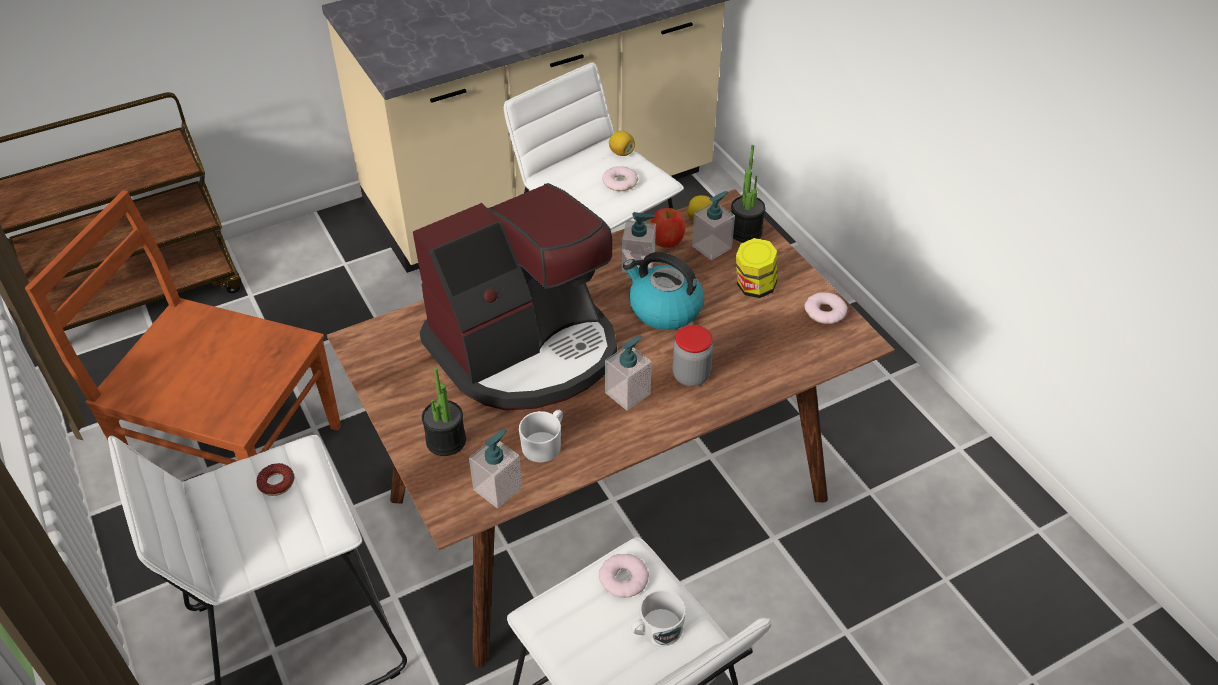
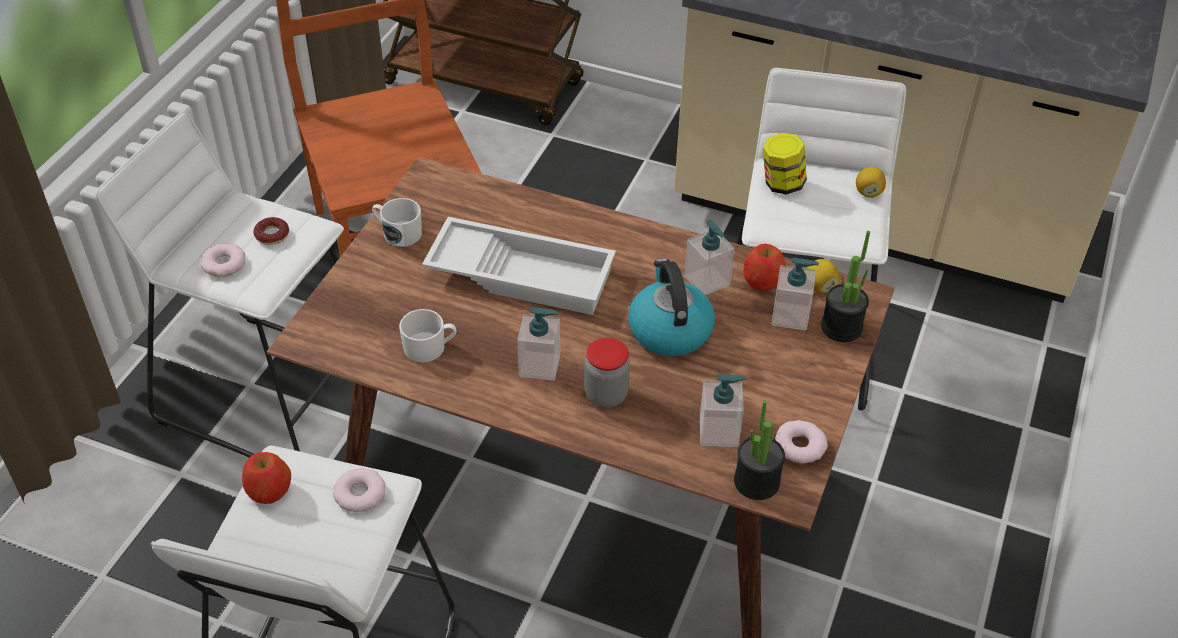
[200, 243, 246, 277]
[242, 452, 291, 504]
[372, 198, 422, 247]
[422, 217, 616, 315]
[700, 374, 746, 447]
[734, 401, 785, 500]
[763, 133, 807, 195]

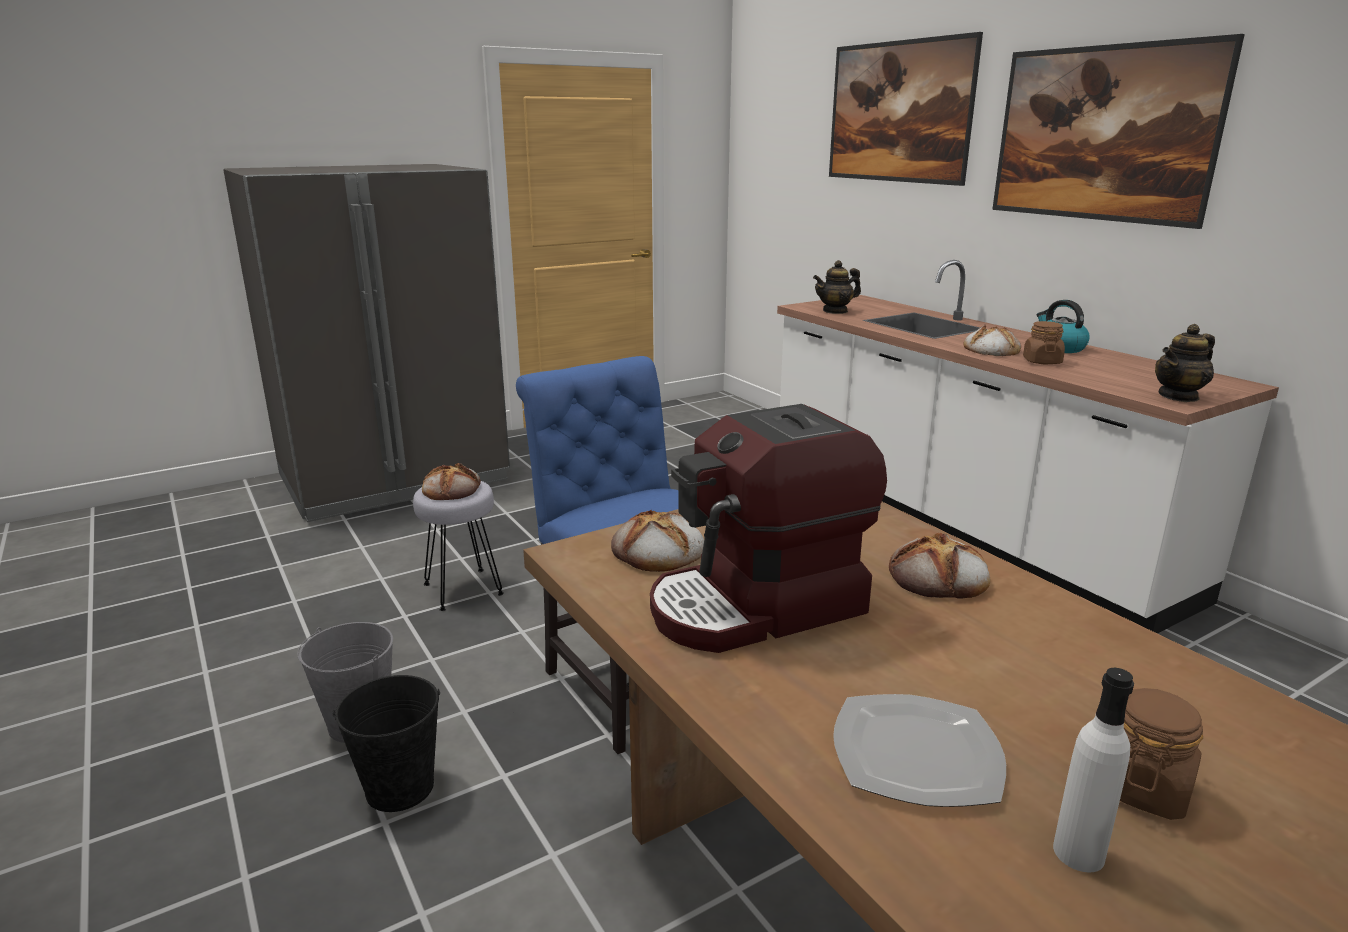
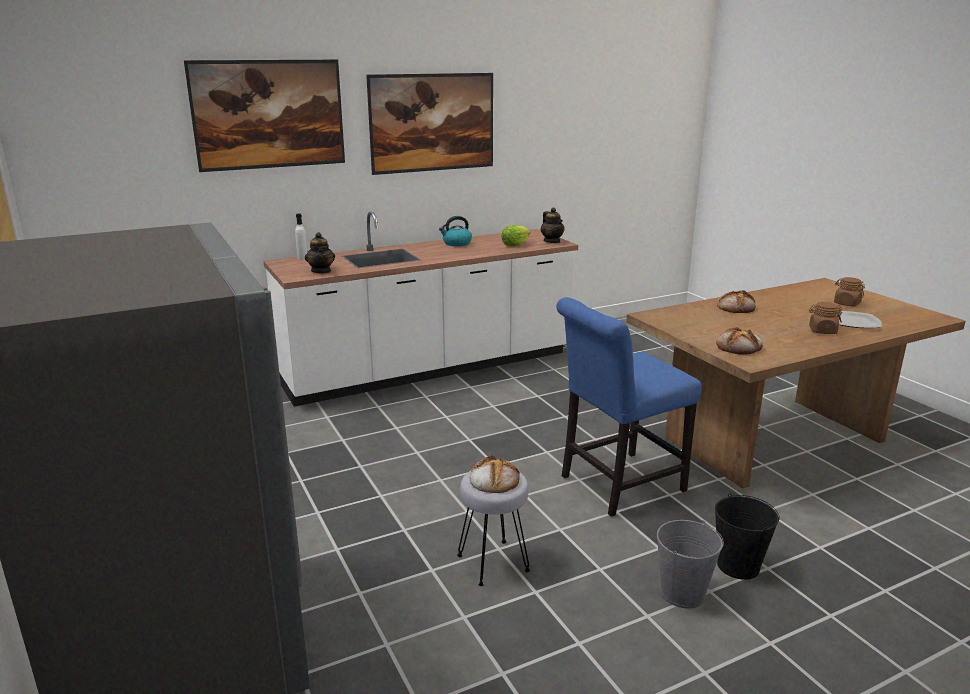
[295, 214, 307, 260]
[501, 225, 530, 247]
[809, 302, 842, 334]
[650, 404, 887, 653] (first image)
[964, 324, 1021, 356] (first image)

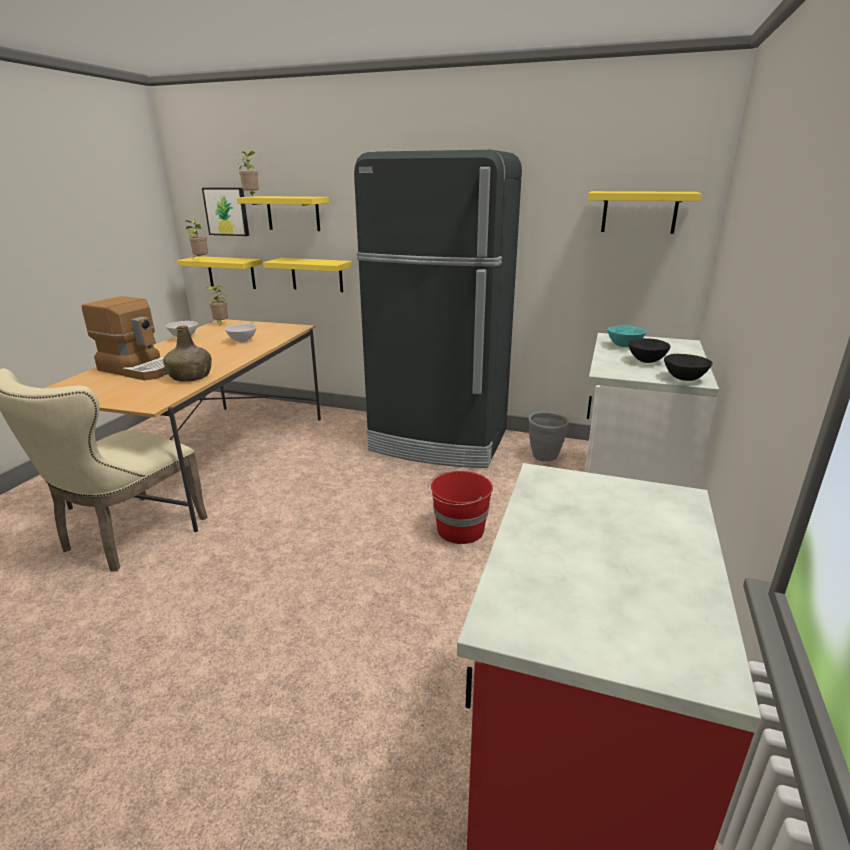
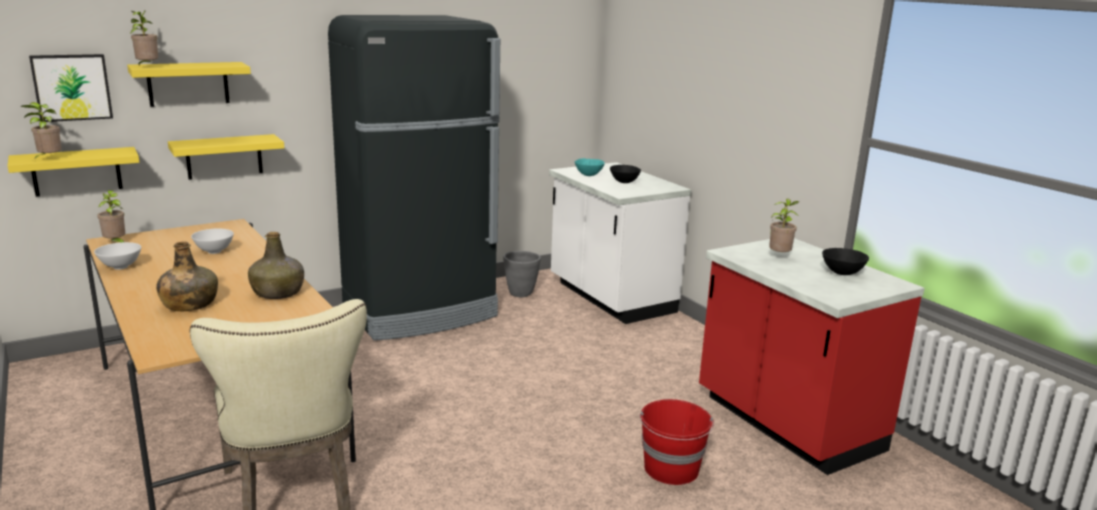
[156, 241, 218, 311]
[640, 399, 714, 485]
[769, 199, 799, 252]
[822, 248, 869, 275]
[588, 191, 701, 234] (first image)

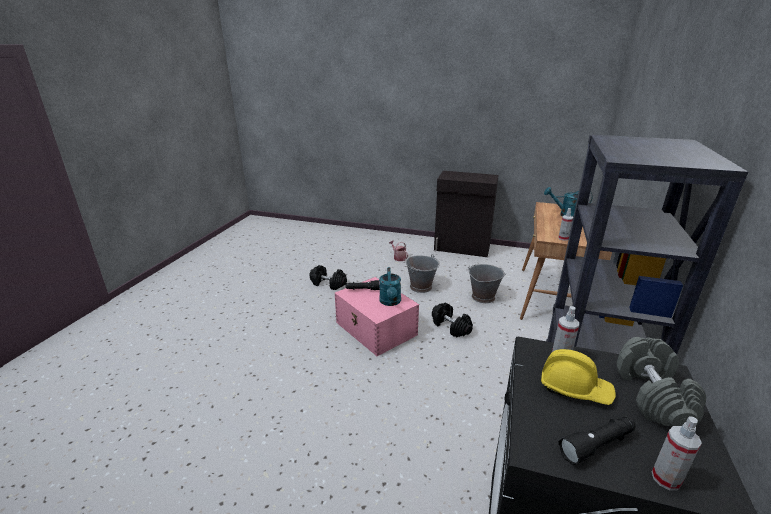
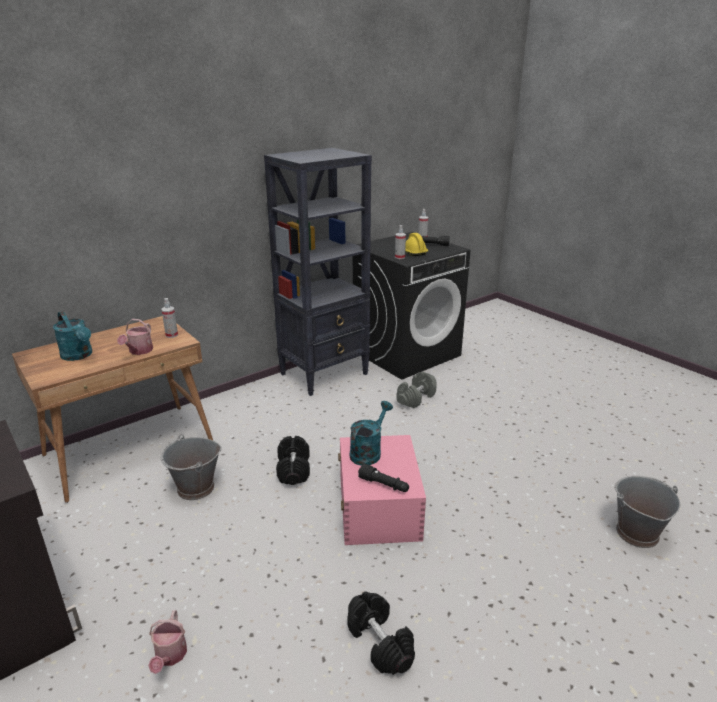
[117, 319, 153, 355]
[396, 372, 436, 408]
[614, 476, 680, 548]

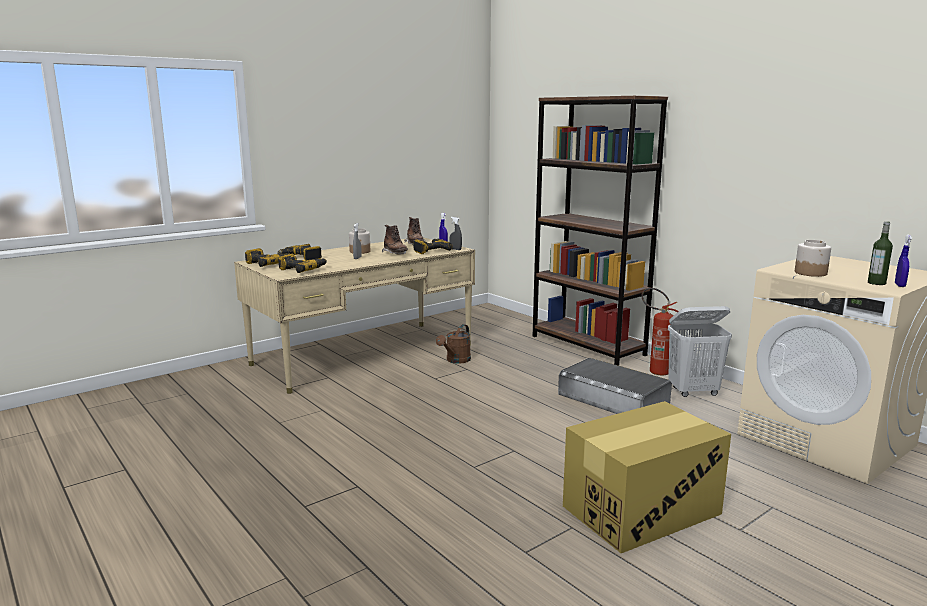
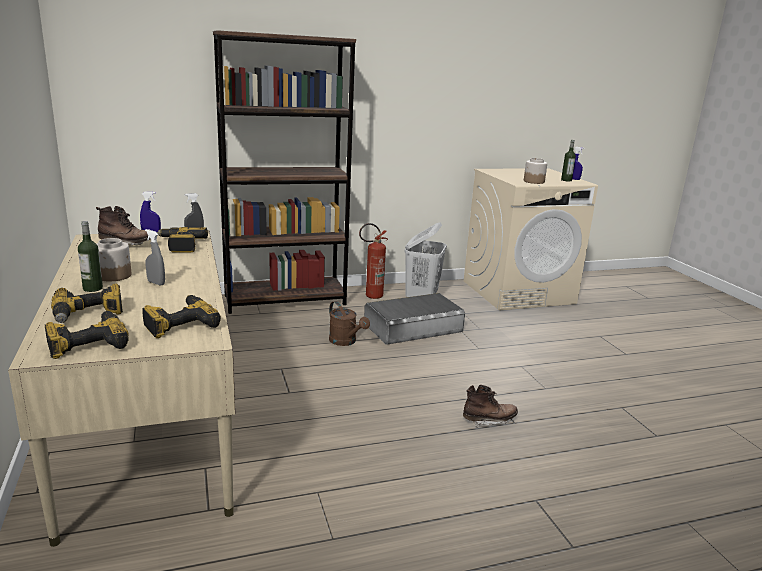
[78, 221, 103, 292]
[329, 301, 370, 346]
[463, 385, 518, 428]
[563, 401, 731, 553] (first image)

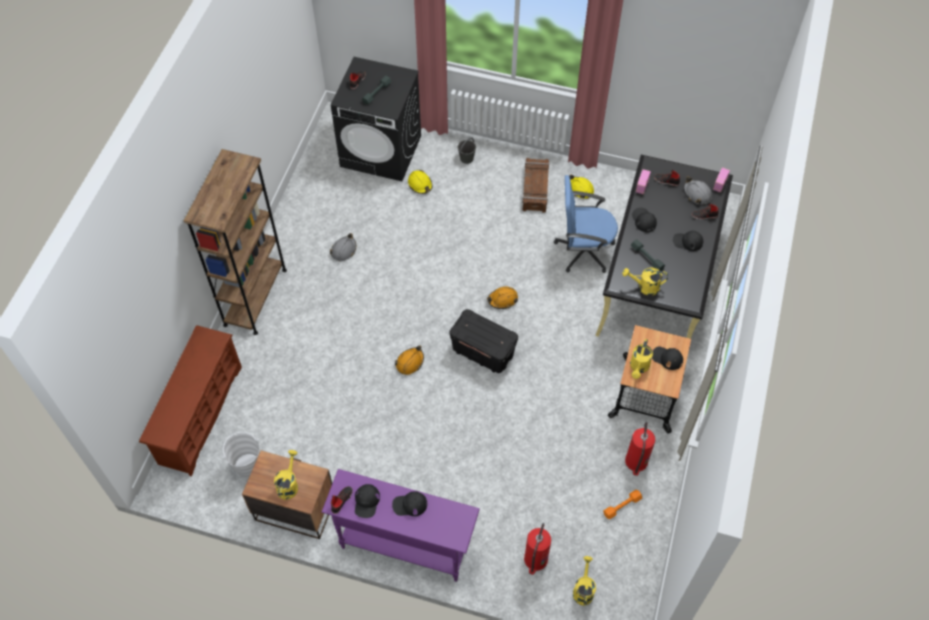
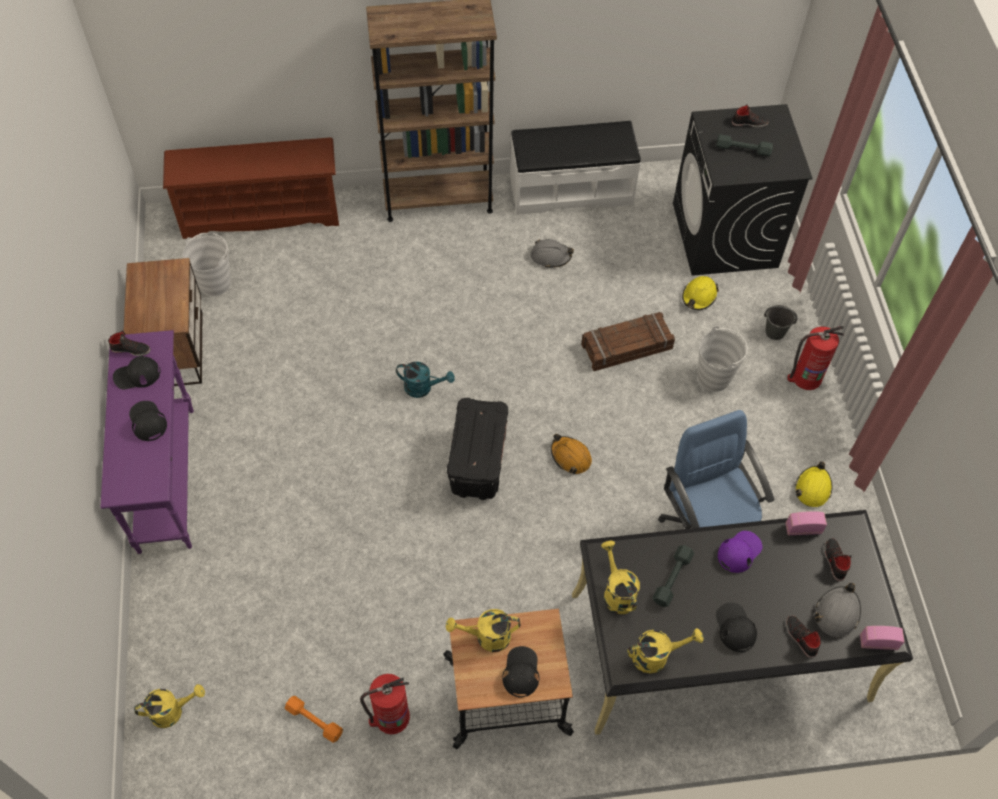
[396, 361, 455, 398]
[510, 121, 641, 215]
[581, 312, 675, 371]
[627, 628, 703, 674]
[698, 326, 748, 392]
[718, 531, 762, 573]
[787, 326, 844, 390]

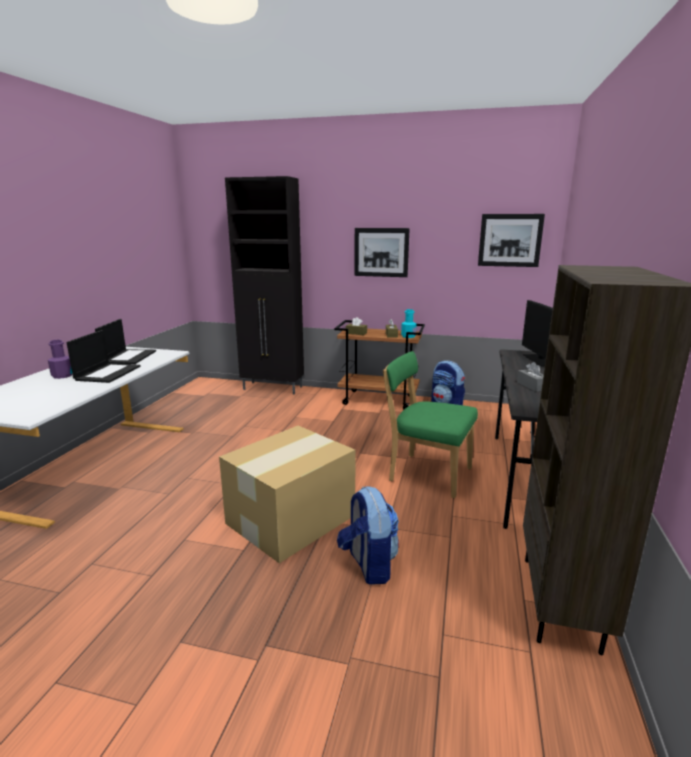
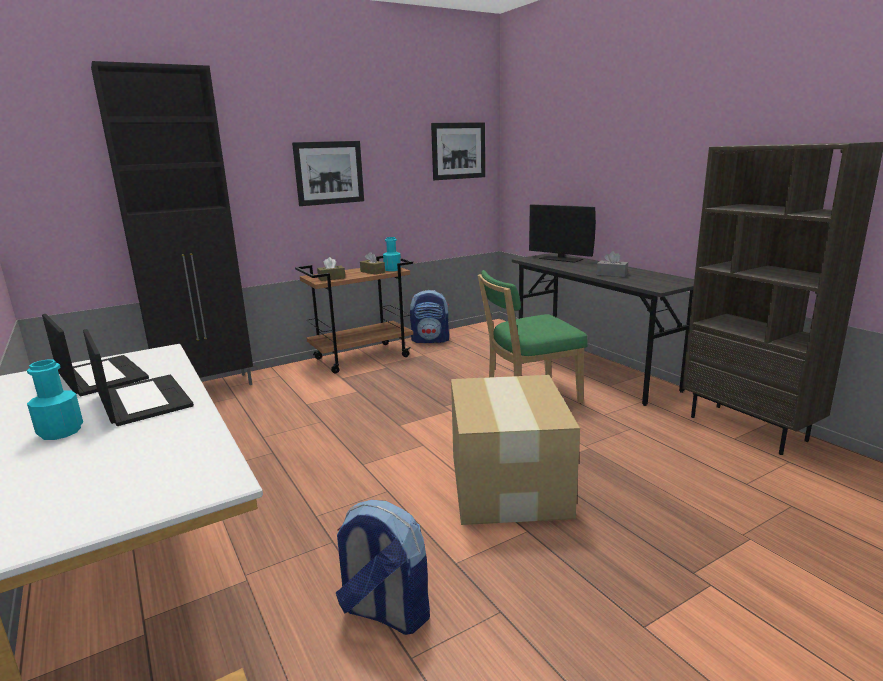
[27, 360, 83, 440]
[336, 500, 430, 635]

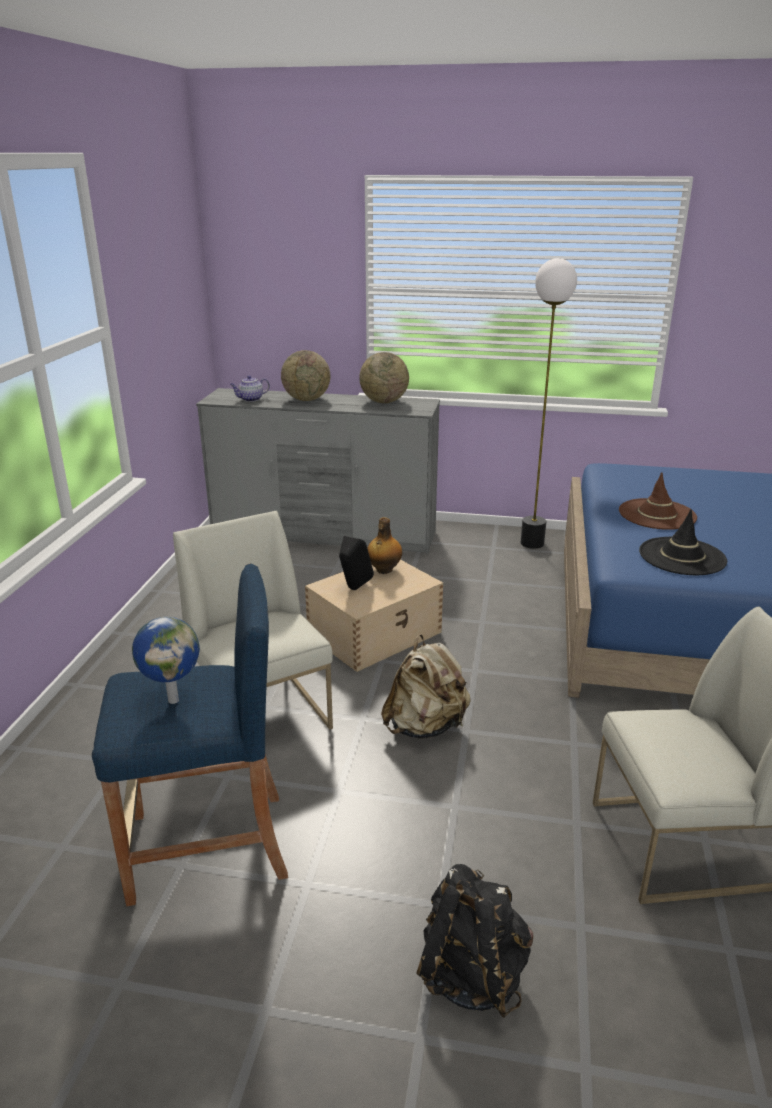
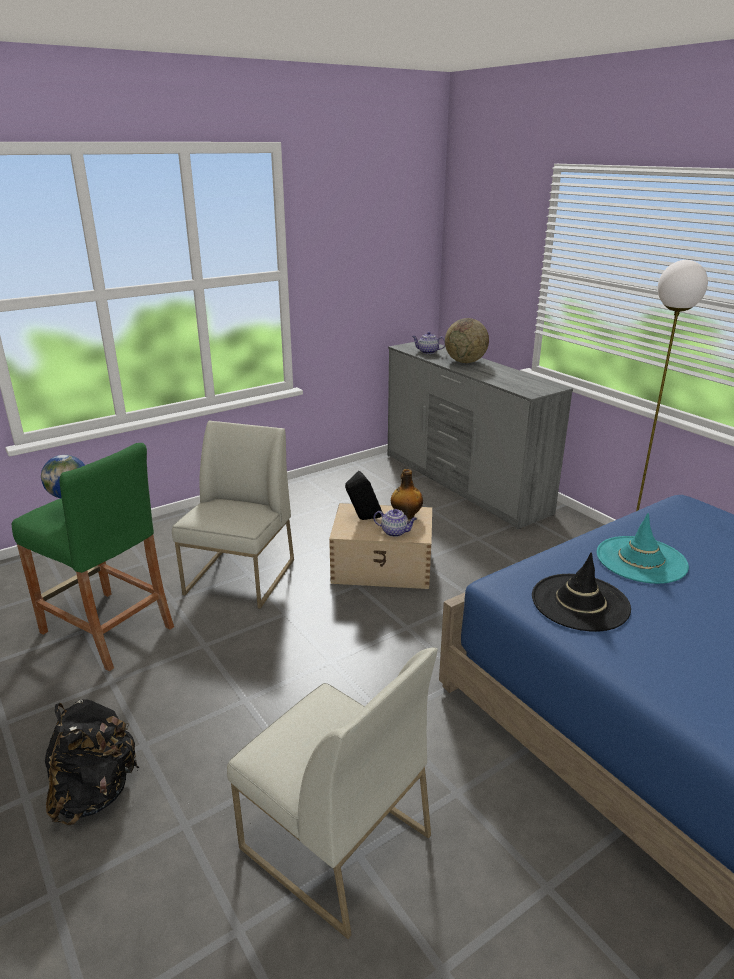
[12, 443, 174, 672]
[373, 509, 417, 537]
[597, 513, 689, 584]
[359, 352, 409, 403] (first image)
[381, 634, 471, 739] (first image)

